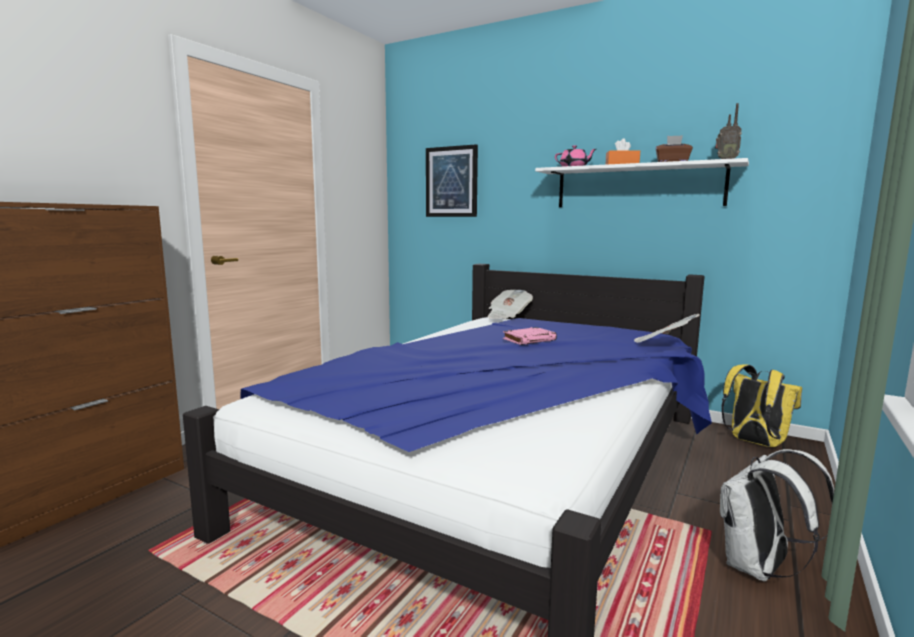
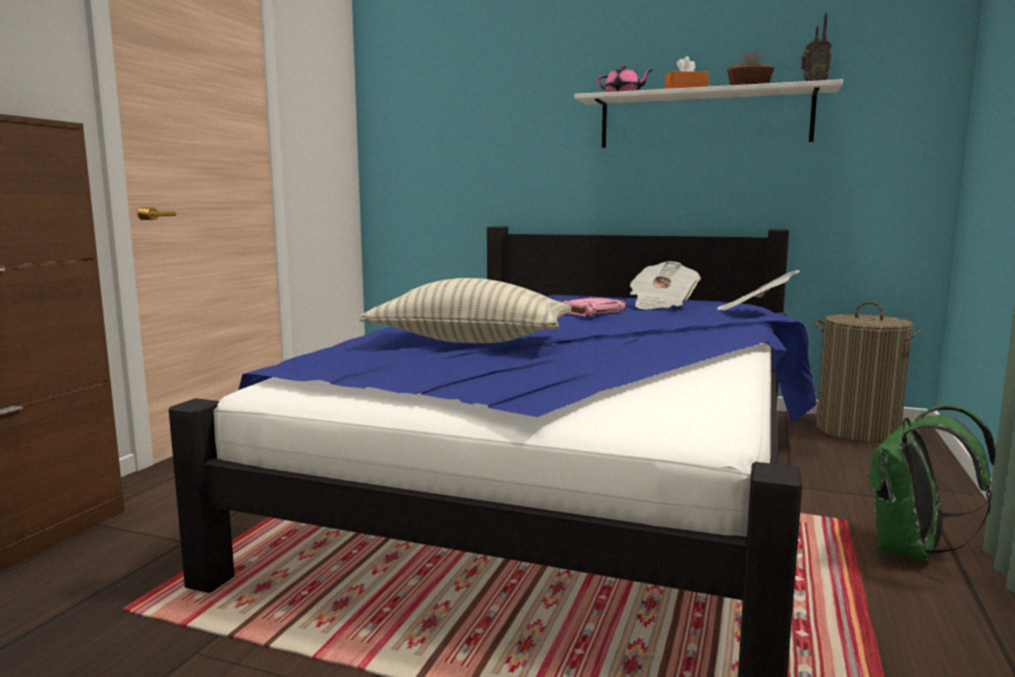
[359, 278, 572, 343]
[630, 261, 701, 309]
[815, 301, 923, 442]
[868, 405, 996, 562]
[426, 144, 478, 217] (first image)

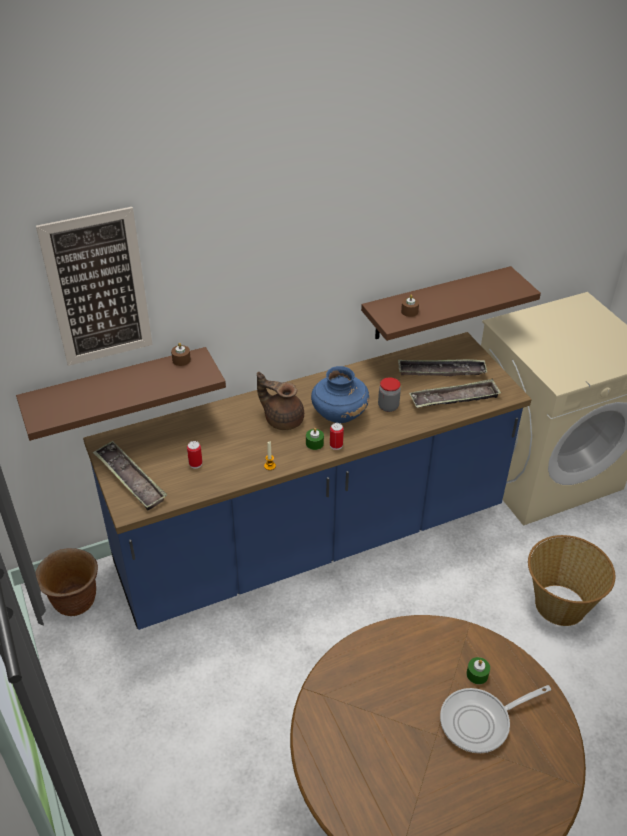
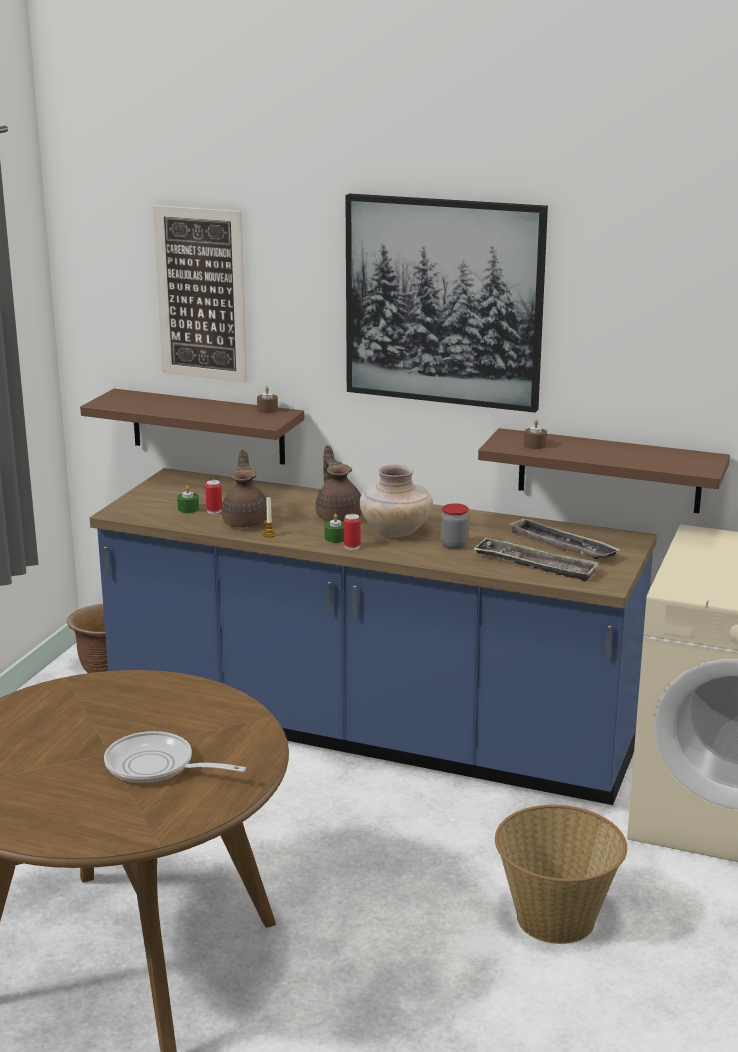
[177, 485, 199, 513]
[222, 449, 267, 528]
[345, 193, 548, 413]
[360, 464, 433, 537]
[93, 441, 167, 510] (first image)

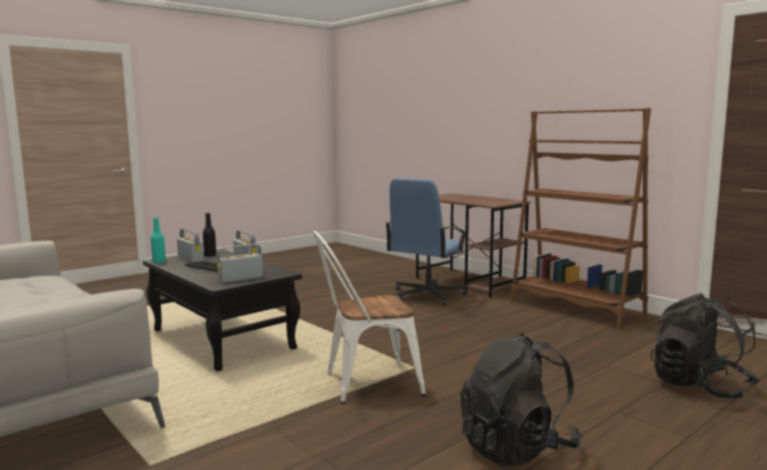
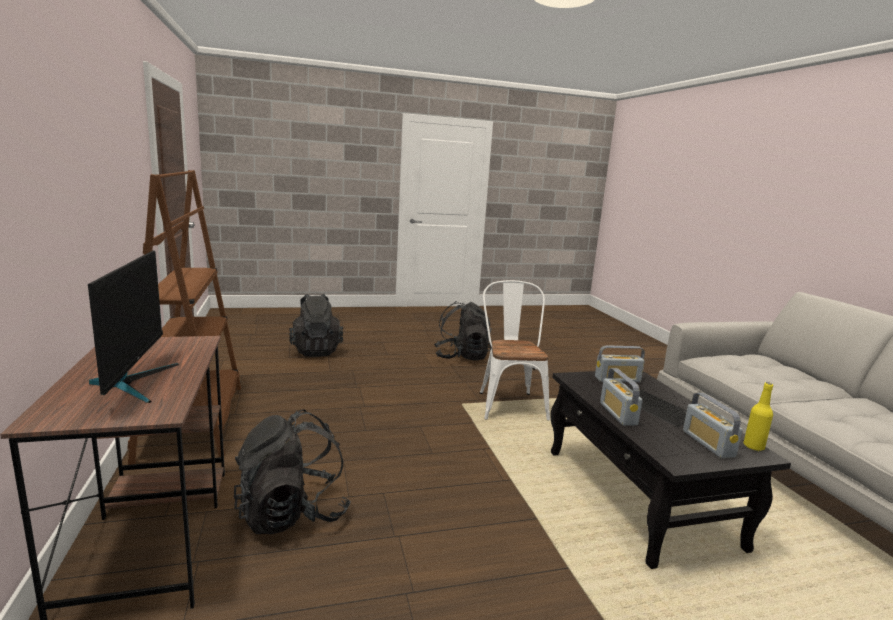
[88, 251, 179, 403]
[234, 409, 351, 534]
[480, 280, 550, 420]
[744, 382, 773, 451]
[203, 213, 216, 257] (first image)

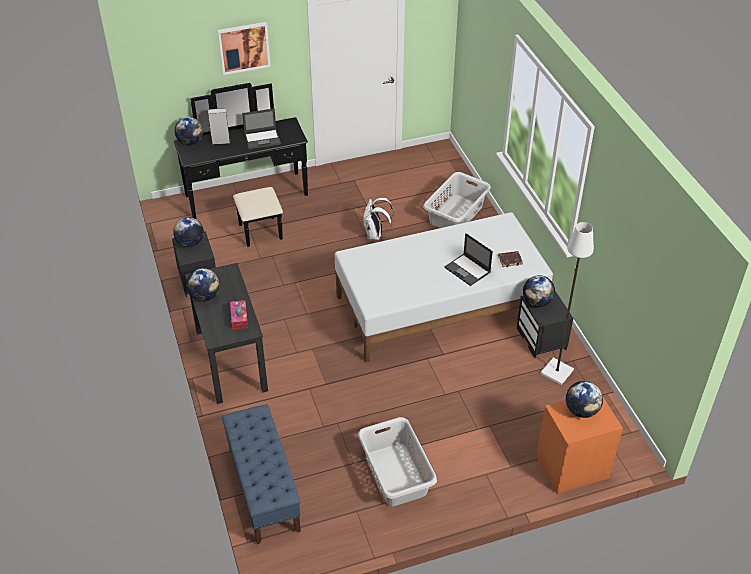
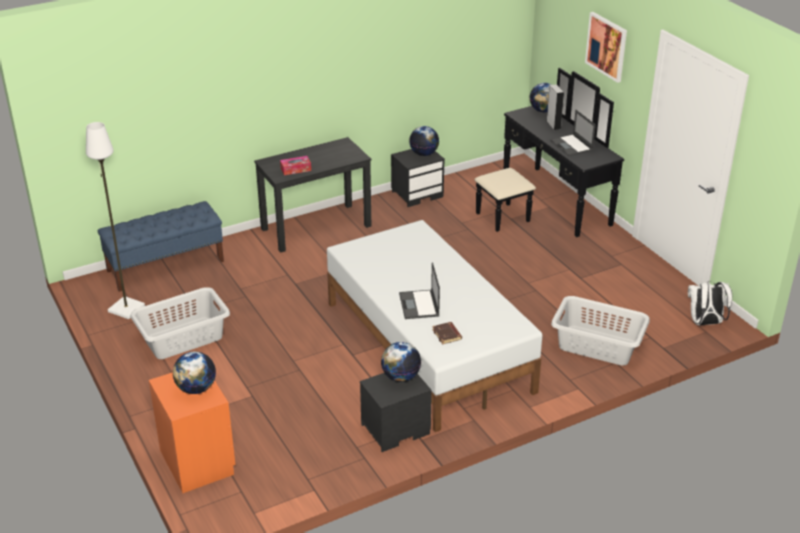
[86, 122, 145, 319]
[399, 263, 440, 319]
[688, 281, 732, 325]
[186, 268, 220, 302] (first image)

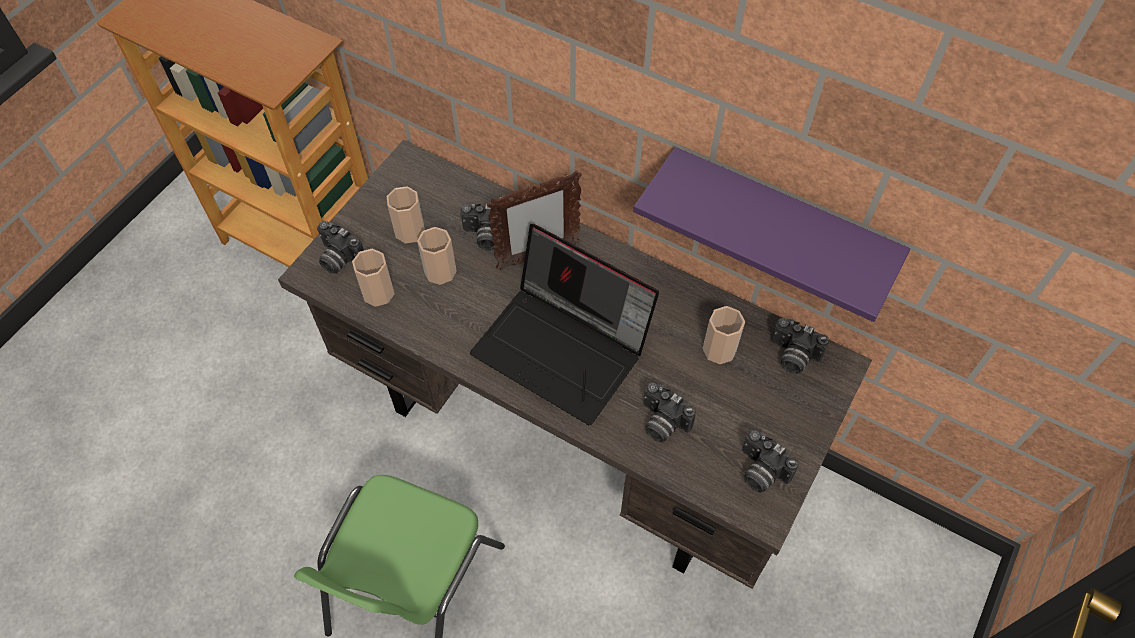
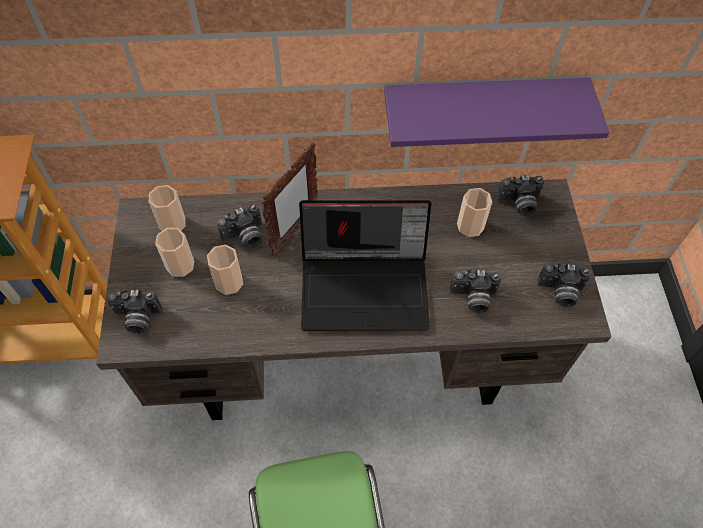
[149, 185, 186, 231]

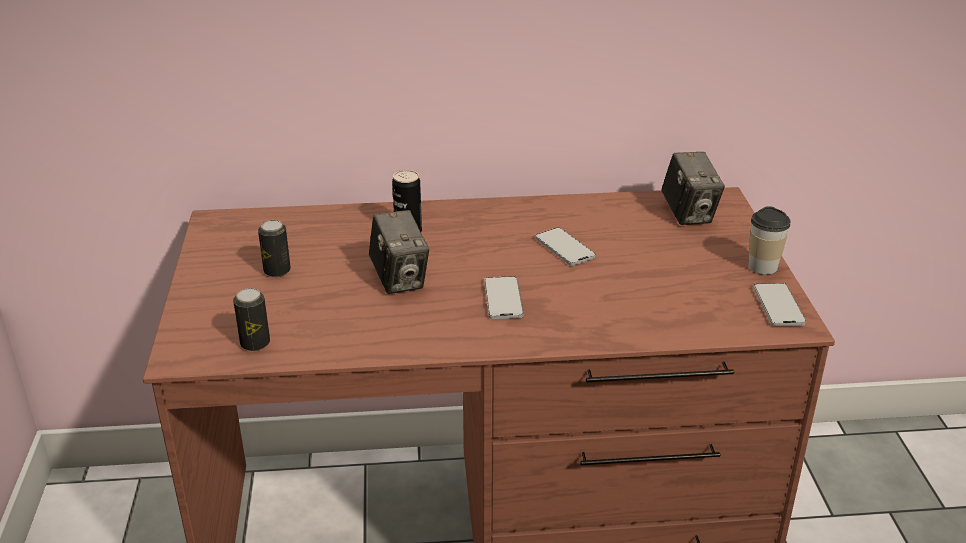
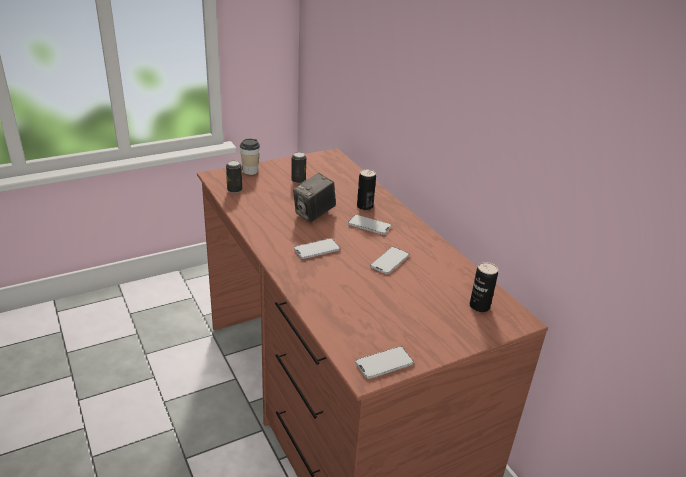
[240, 139, 260, 175]
[348, 215, 391, 235]
[470, 262, 498, 312]

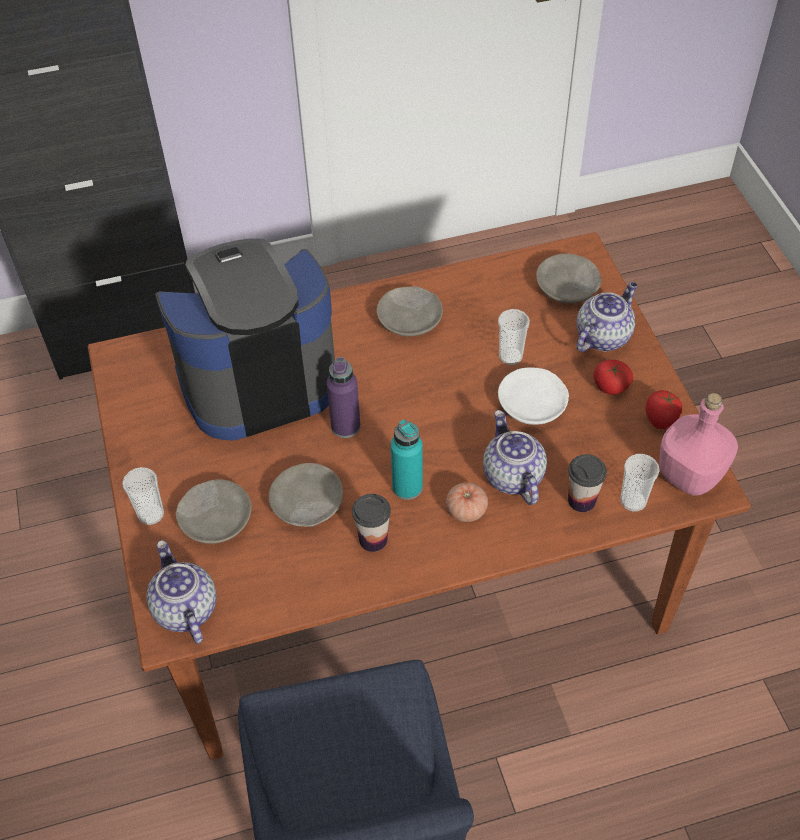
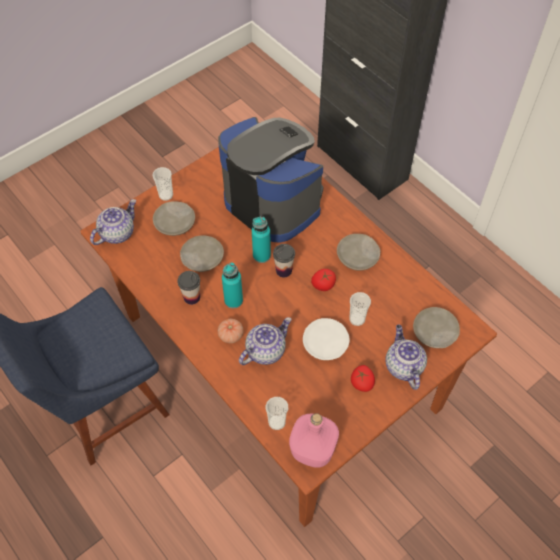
[252, 217, 271, 263]
[273, 244, 295, 277]
[311, 269, 336, 291]
[385, 325, 427, 390]

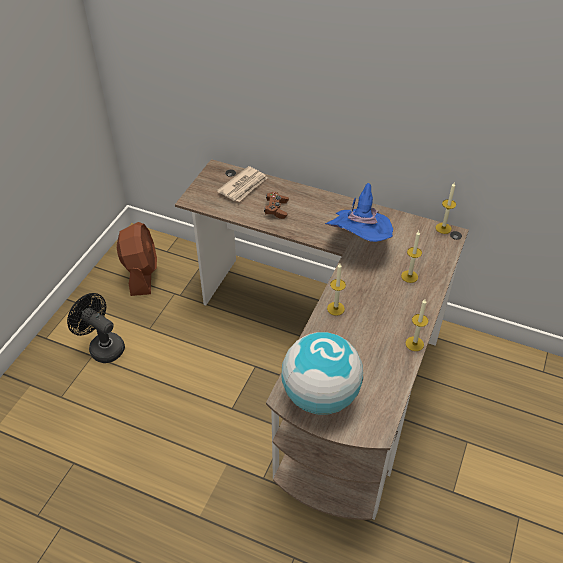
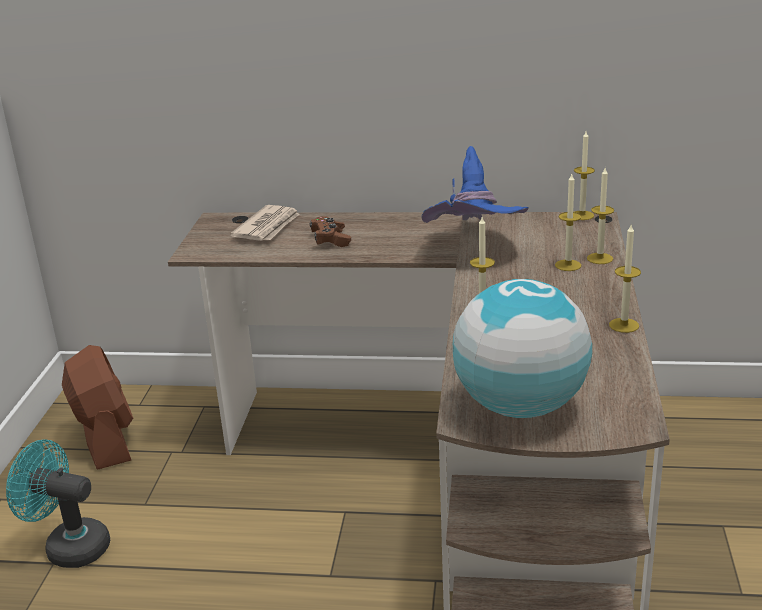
[6, 440, 110, 568]
[587, 168, 614, 264]

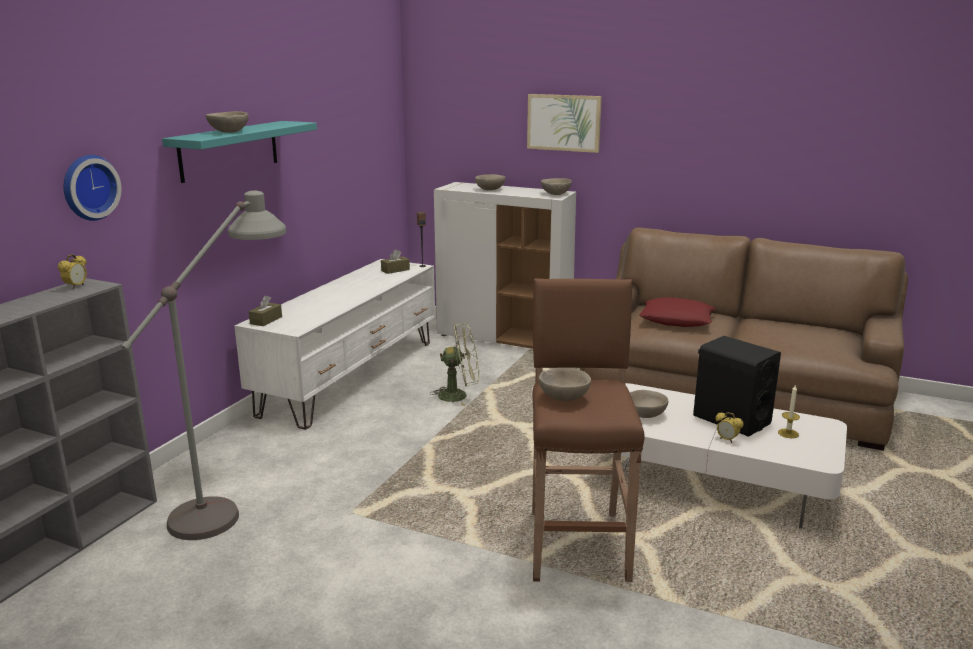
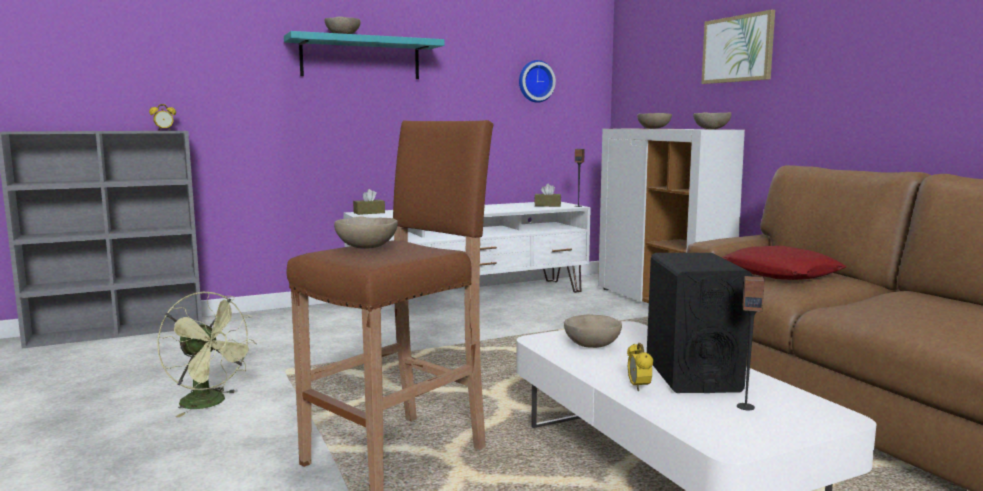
[157, 292, 256, 417]
[519, 60, 556, 103]
[737, 276, 765, 410]
[121, 191, 286, 540] (first image)

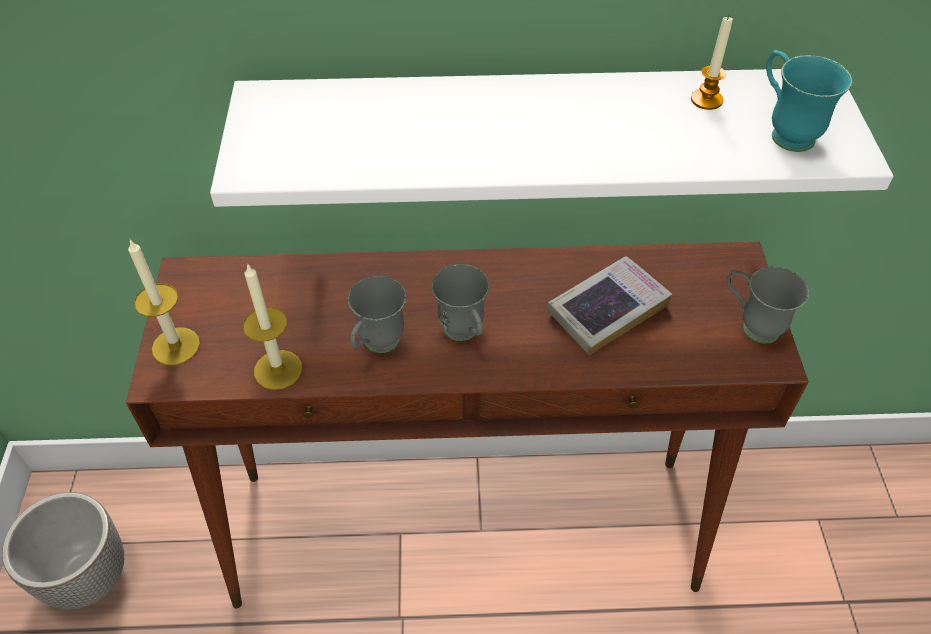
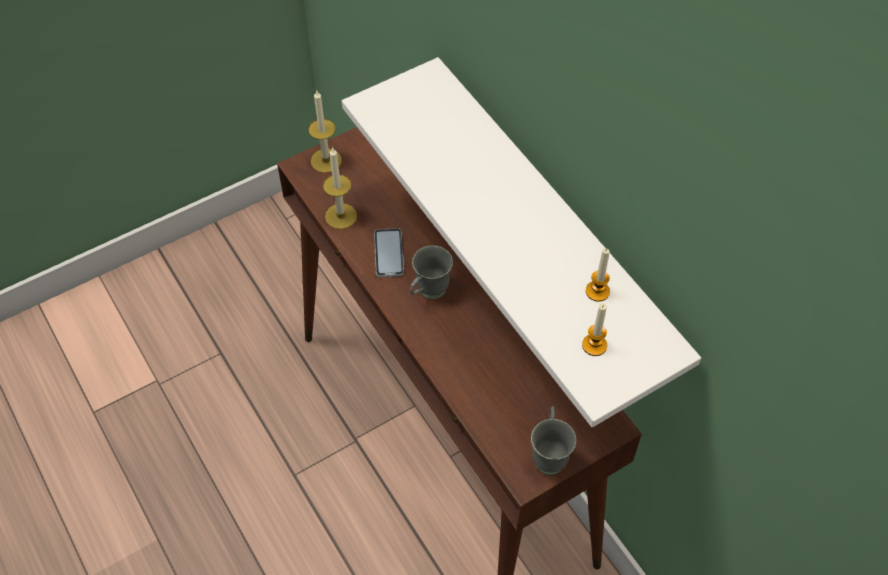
[374, 228, 404, 277]
[582, 303, 607, 356]
[2, 492, 124, 610] (first image)
[547, 256, 672, 355] (first image)

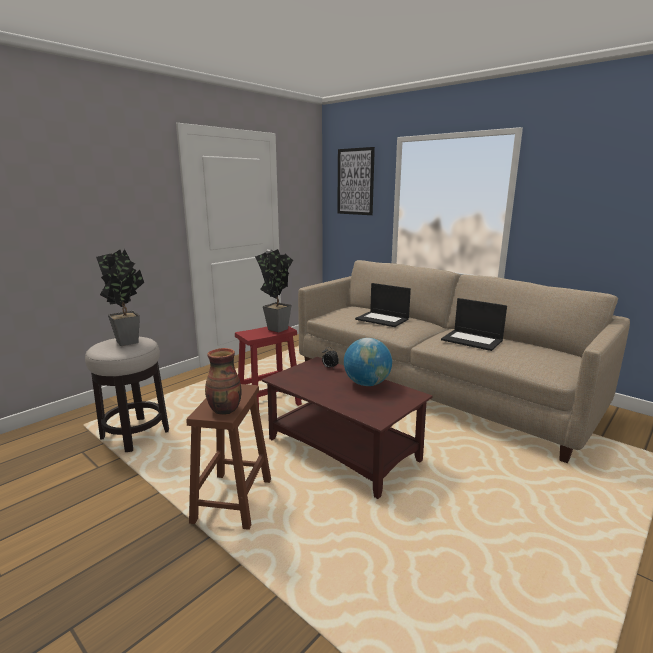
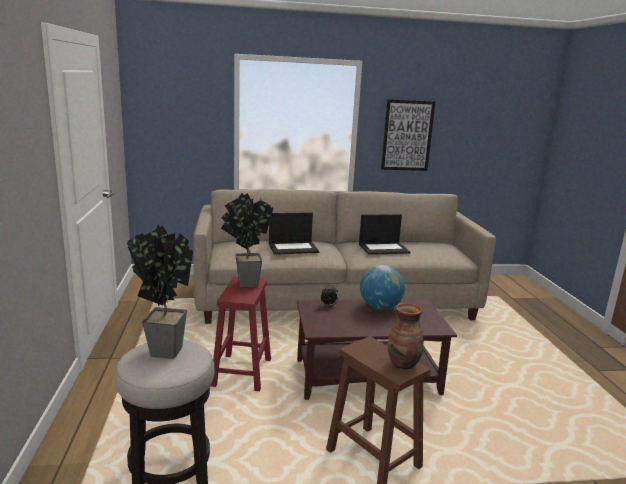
[381, 99, 435, 171]

